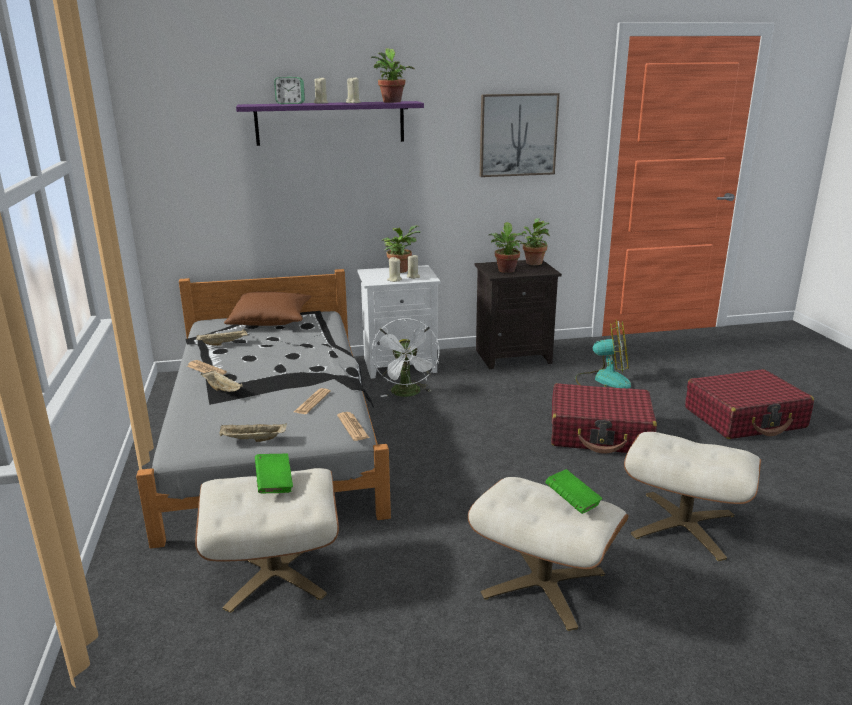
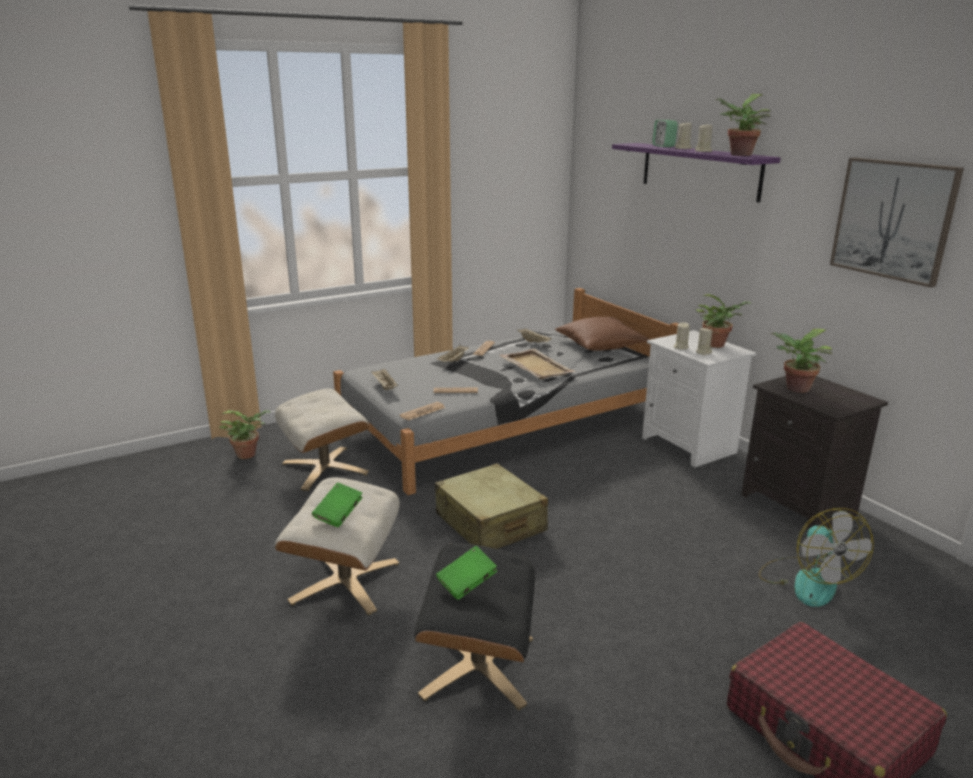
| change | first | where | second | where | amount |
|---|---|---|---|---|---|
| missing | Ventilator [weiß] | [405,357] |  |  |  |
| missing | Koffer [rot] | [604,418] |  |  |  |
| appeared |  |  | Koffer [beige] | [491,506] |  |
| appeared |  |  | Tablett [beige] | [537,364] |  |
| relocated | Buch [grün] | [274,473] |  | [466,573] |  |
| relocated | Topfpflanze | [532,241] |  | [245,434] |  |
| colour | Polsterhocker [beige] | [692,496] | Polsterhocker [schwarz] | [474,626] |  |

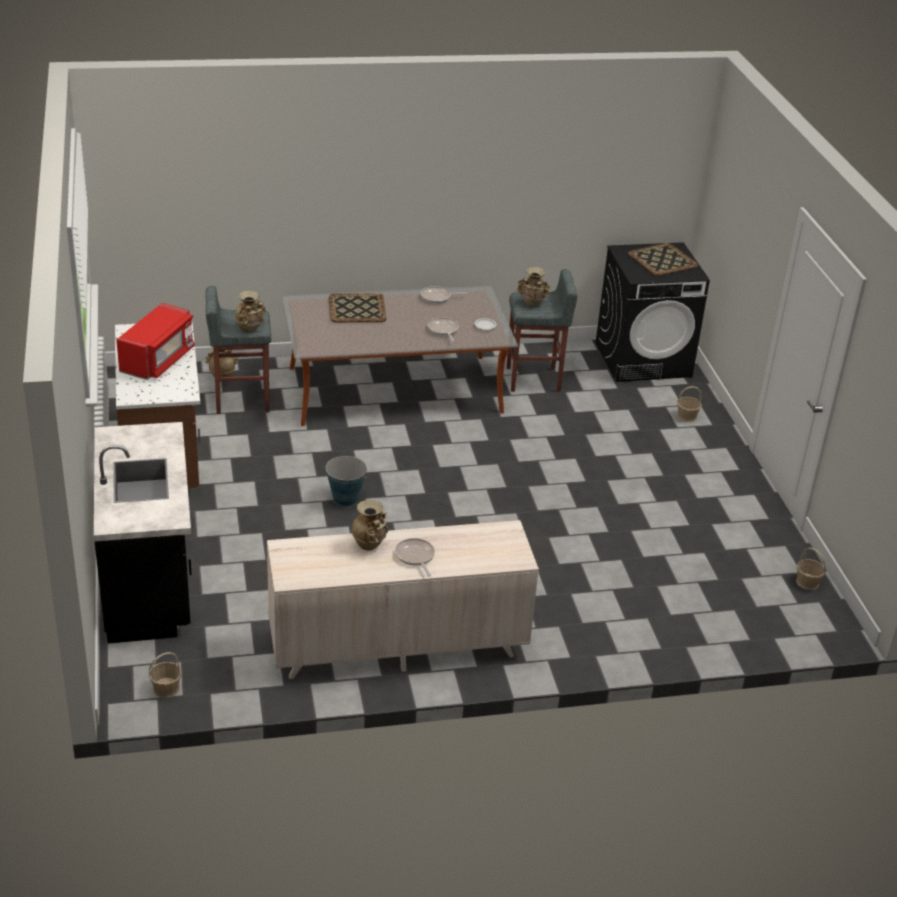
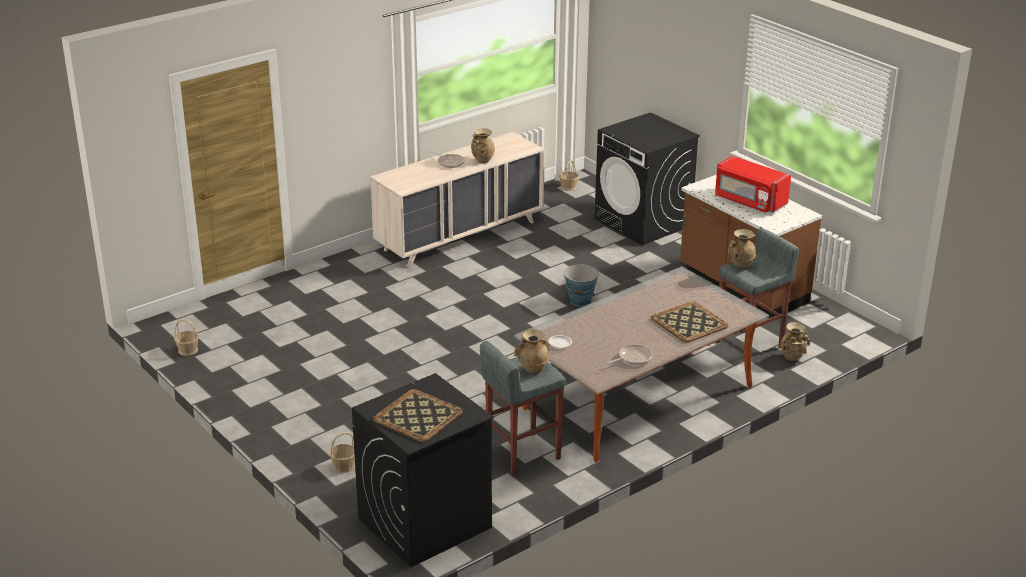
| change | first | where | second | where | amount |
|---|---|---|---|---|---|
| missing | Pfanne | [443,329] |  |  |  |
| exchanged | Küchenzeile [schwarz] | [143,533] | Waschmaschine [schwarz] | [647,178] |  |
| spun | Mikrowelle [rot] | [155,341] |  | [753,184] | 45 degrees counterclockwise |

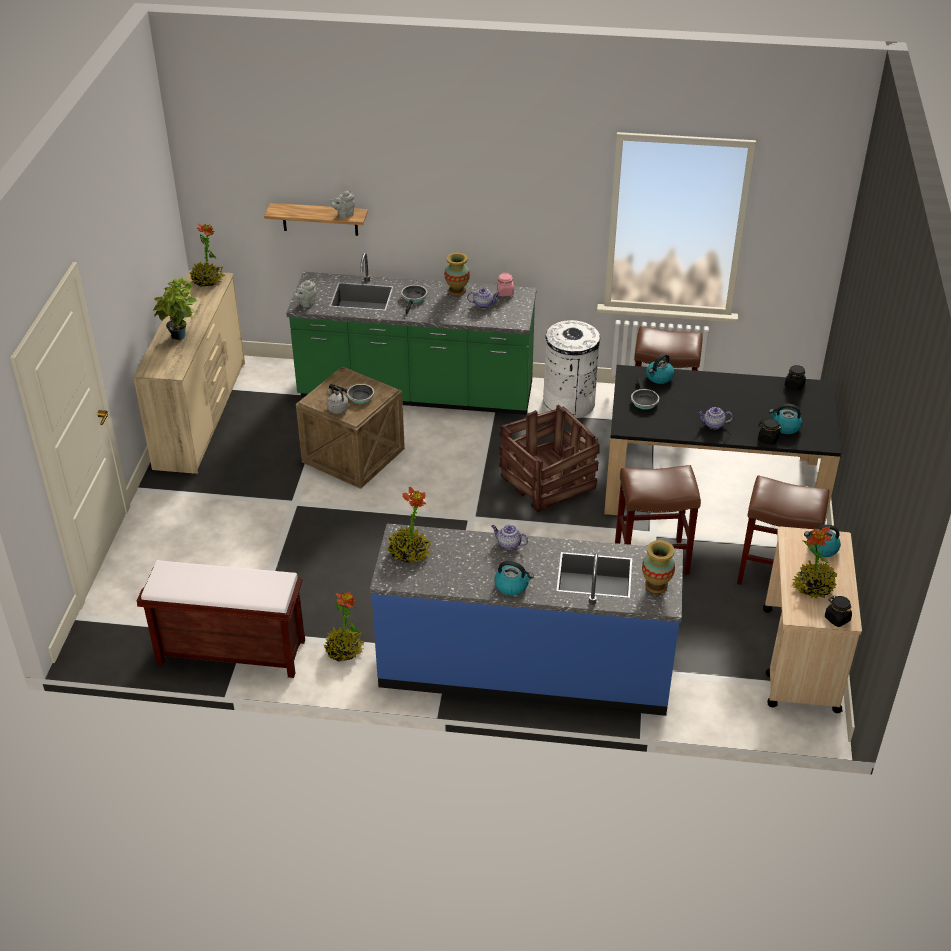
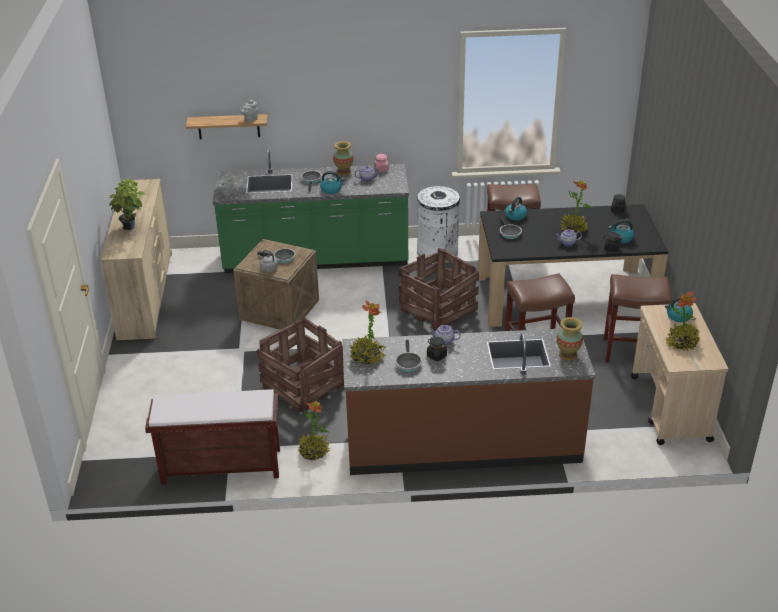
| change | first | where | second | where | amount |
|---|---|---|---|---|---|
| appeared |  |  | Kiste | [300,365] |  |
| appeared |  |  | Pfanne | [408,356] |  |
| relocated | Topfpflanze | [207,255] |  | [576,207] |  |
| relocated | Wasserkessel | [514,578] |  | [332,182] |  |
| relocated | Vorratsglas [schwarz] | [838,611] |  | [437,349] |  |
| colour | Küchenzeile [blau] | [526,620] | Küchenzeile [braun] | [468,401] |  |

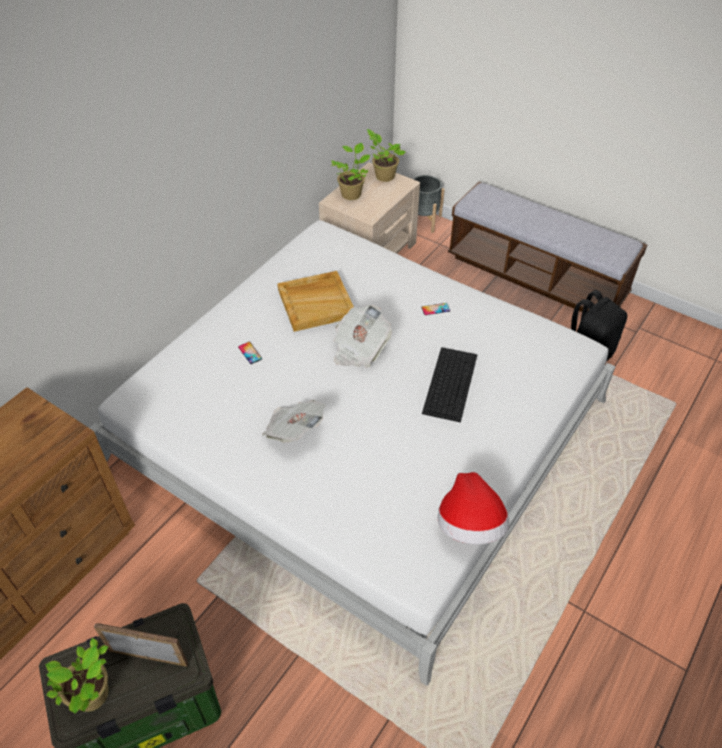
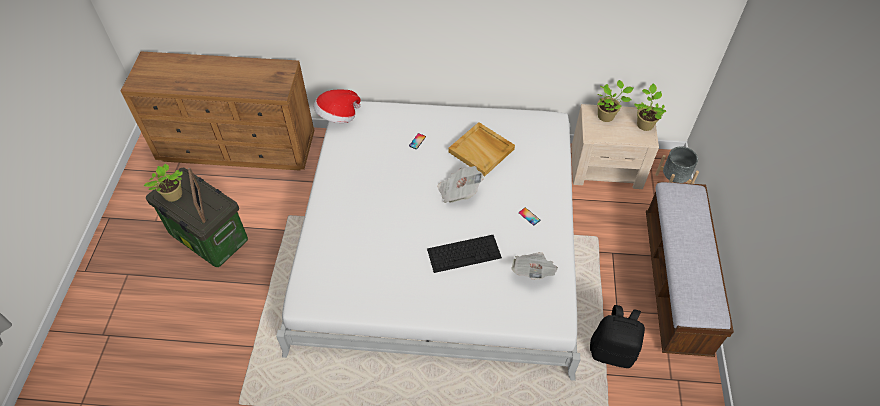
| change | first | where | second | where | amount |
|---|---|---|---|---|---|
| relocated | Zeitung | [294,421] |  | [534,266] |  |
| relocated | Hut | [473,508] |  | [337,106] |  |

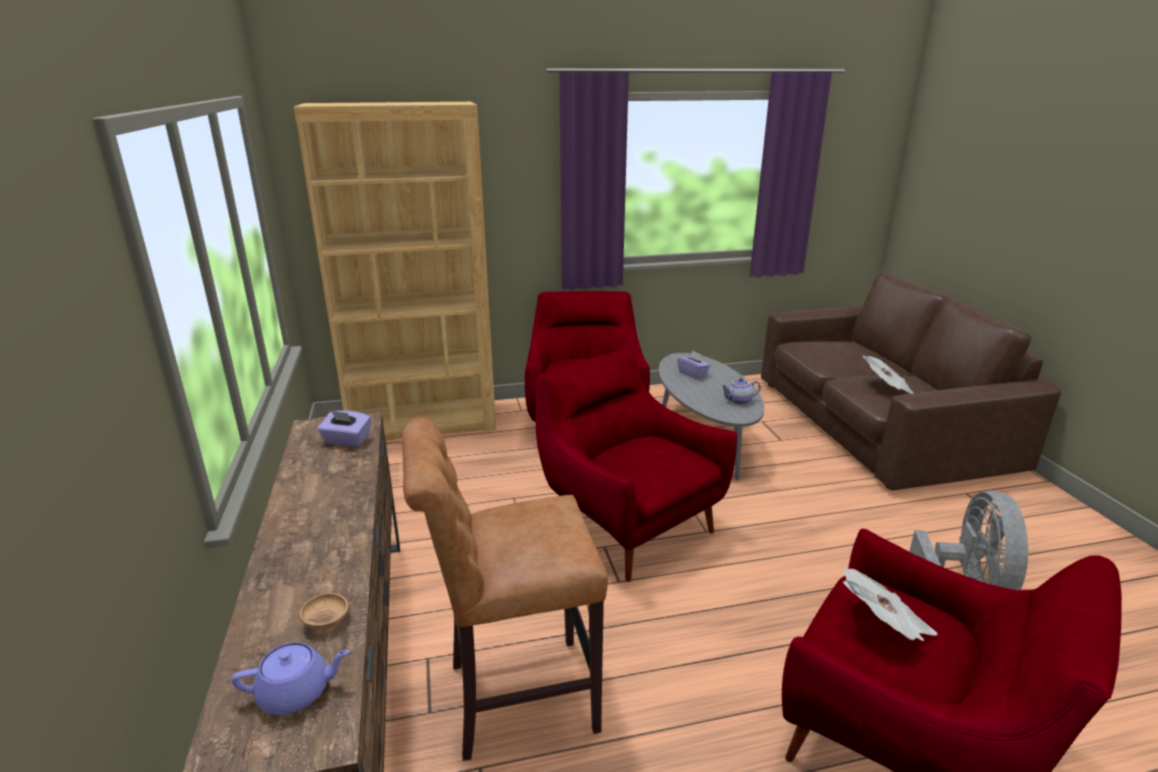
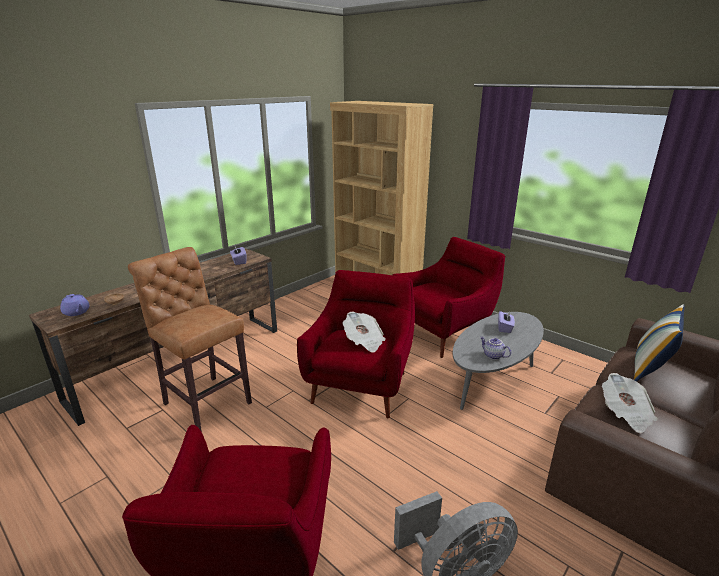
| change | first | where | second | where | amount |
|---|---|---|---|---|---|
| appeared |  |  | Kissen | [659,343] |  |
| relocated | Zeitung | [890,605] |  | [364,332] |  |

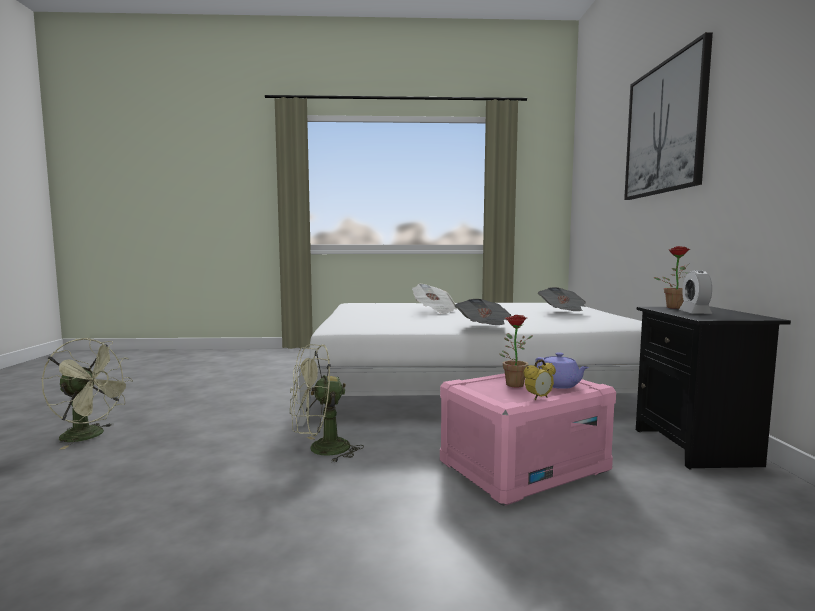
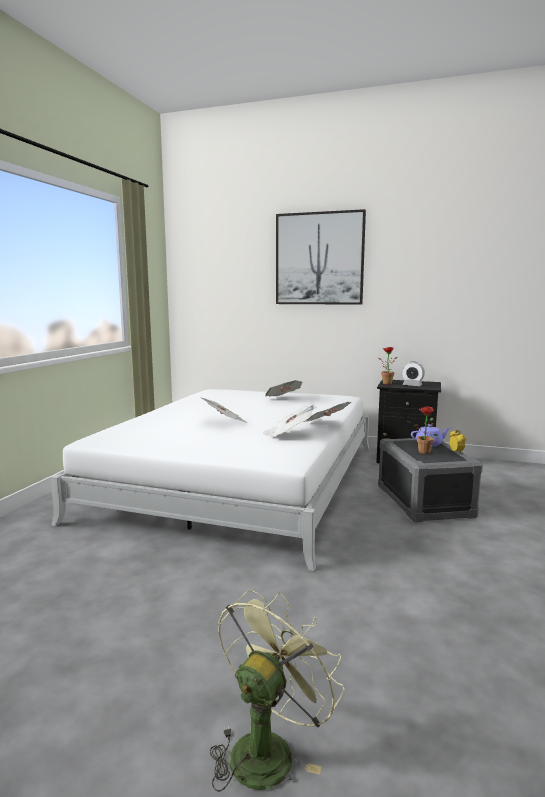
| change | first | where | second | where | amount |
|---|---|---|---|---|---|
| missing | Ventilator [grün] | [327,403] |  |  |  |
| appeared |  |  | Zeitung | [289,421] |  |
| colour | Aufbewahrungsbox [rosa] | [528,439] | Aufbewahrungsbox [grau] | [430,480] |  |

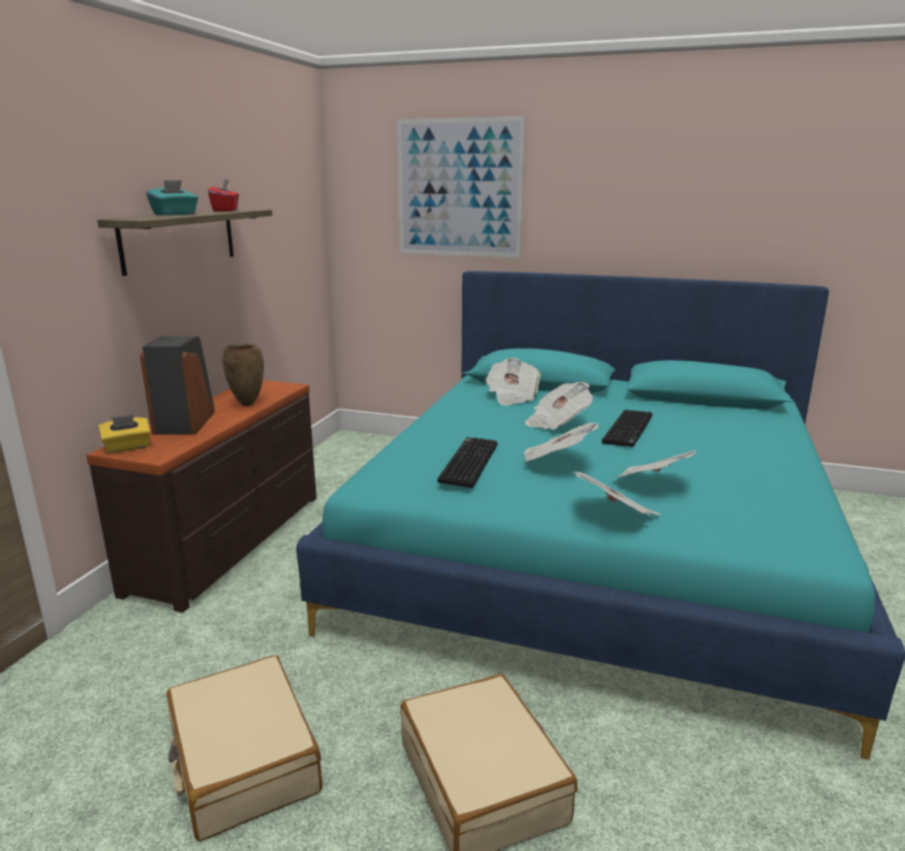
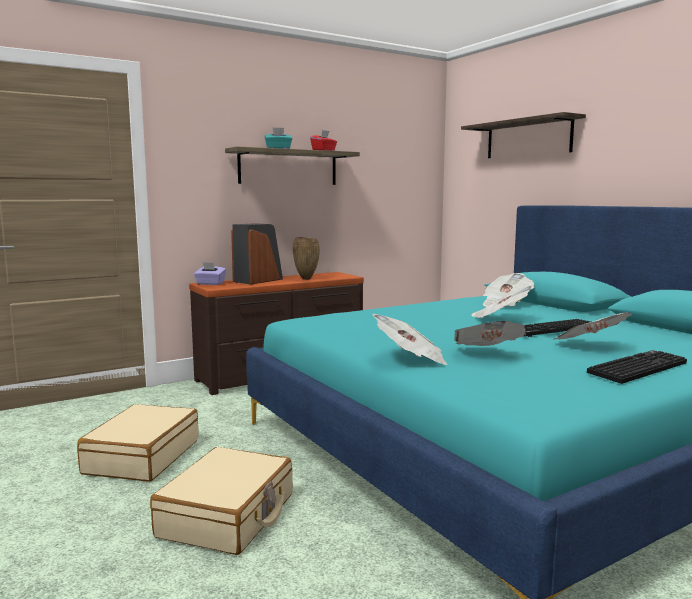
| change | first | where | second | where | amount |
|---|---|---|---|---|---|
| relocated | Tastatur | [468,462] |  | [637,367] |  |
| relocated | Zeitung | [561,442] |  | [593,326] |  |
| exchanged | Bild | [461,187] | Wandregal | [523,135] |  |
| colour | Taschentuchbox [gelb] | [124,434] | Taschentuchbox [lila] | [210,273] |  |

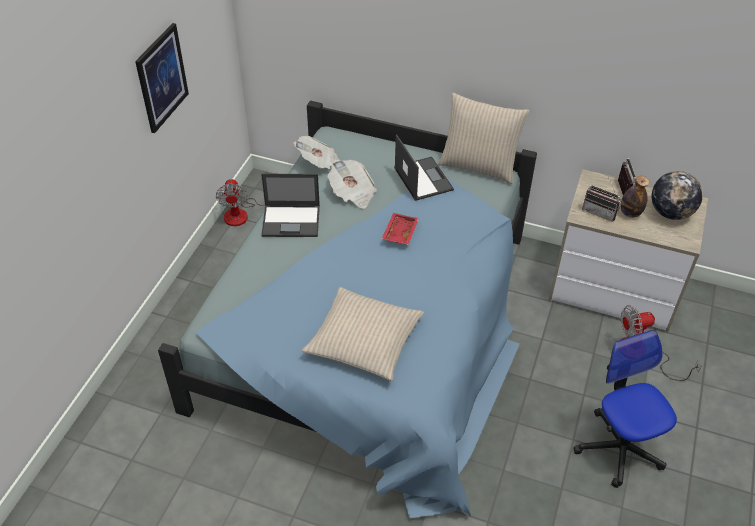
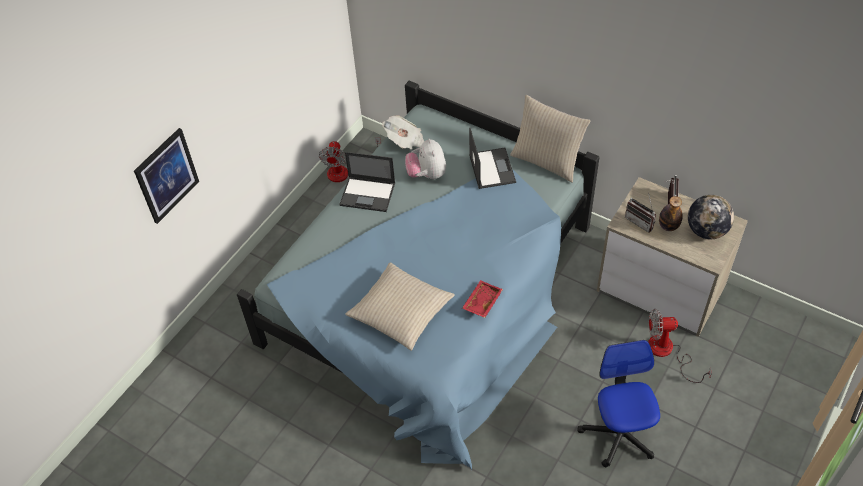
| change | first | where | second | where | amount |
|---|---|---|---|---|---|
| relocated | Bild | [162,78] |  | [166,176] |  |
| relocated | Tablett [rot] | [400,229] |  | [482,299] |  |
| exchanged | Zeitung | [352,184] | Plüschtier | [425,159] |  |

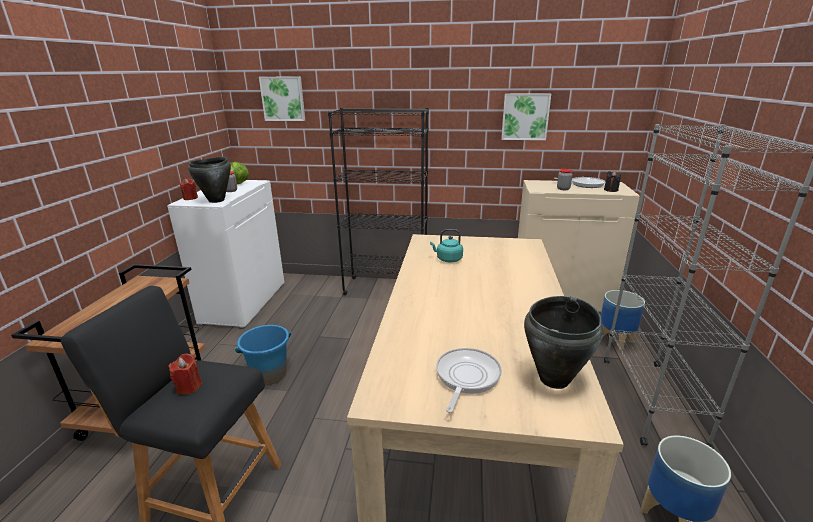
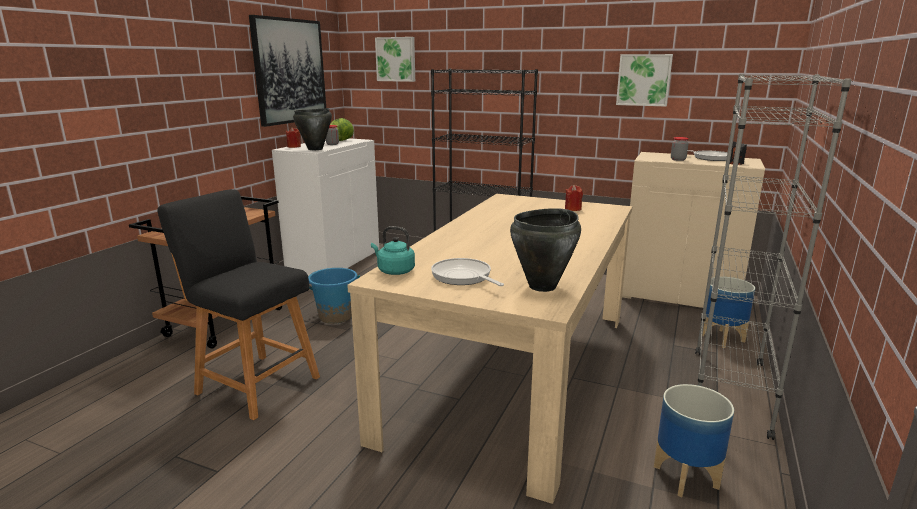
| change | first | where | second | where | amount |
|---|---|---|---|---|---|
| appeared |  |  | Bild | [287,71] |  |
| relocated | Kerze [rot] | [185,374] |  | [574,198] |  |
| relocated | Wasserkessel [türkis] | [446,245] |  | [393,250] |  |
| spun | Pfanne | [469,380] |  | [467,272] | 75 degrees counterclockwise |

